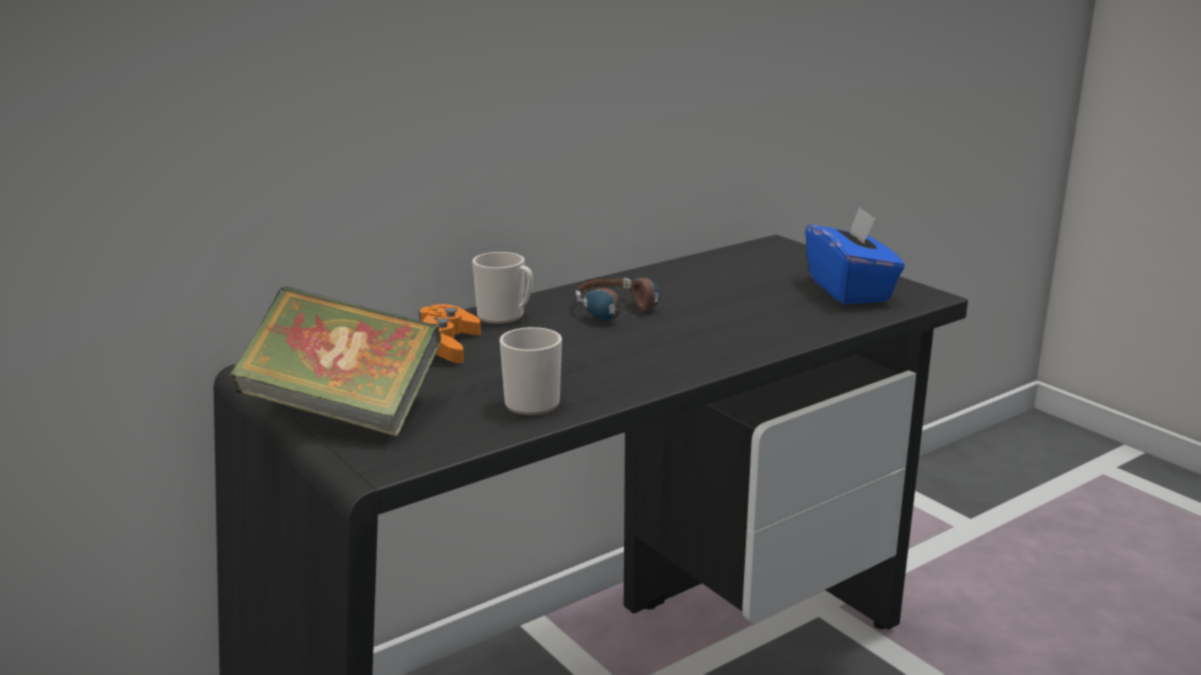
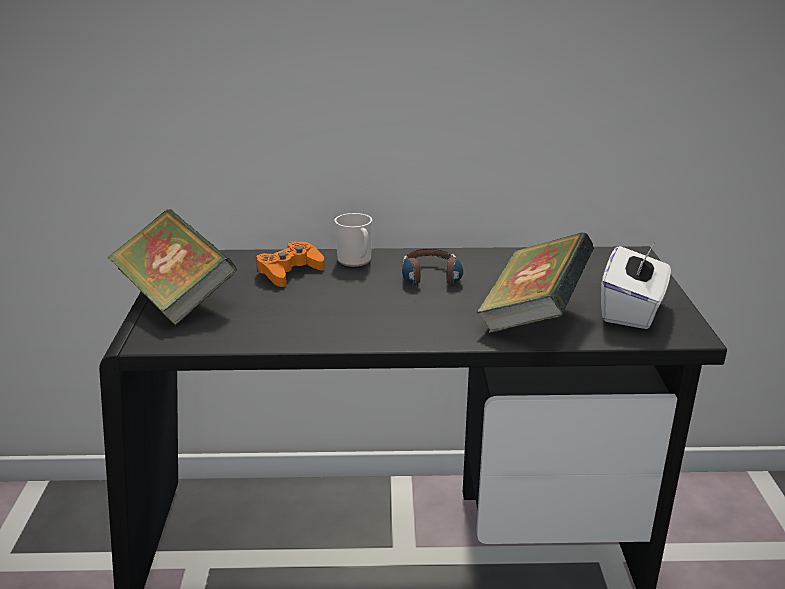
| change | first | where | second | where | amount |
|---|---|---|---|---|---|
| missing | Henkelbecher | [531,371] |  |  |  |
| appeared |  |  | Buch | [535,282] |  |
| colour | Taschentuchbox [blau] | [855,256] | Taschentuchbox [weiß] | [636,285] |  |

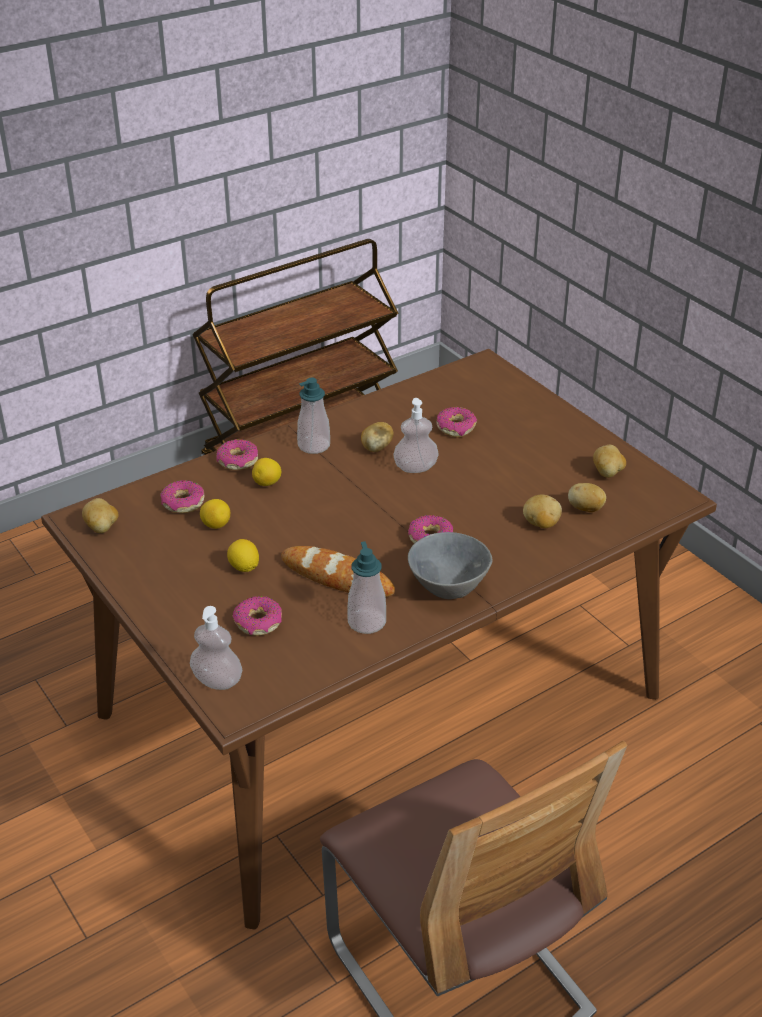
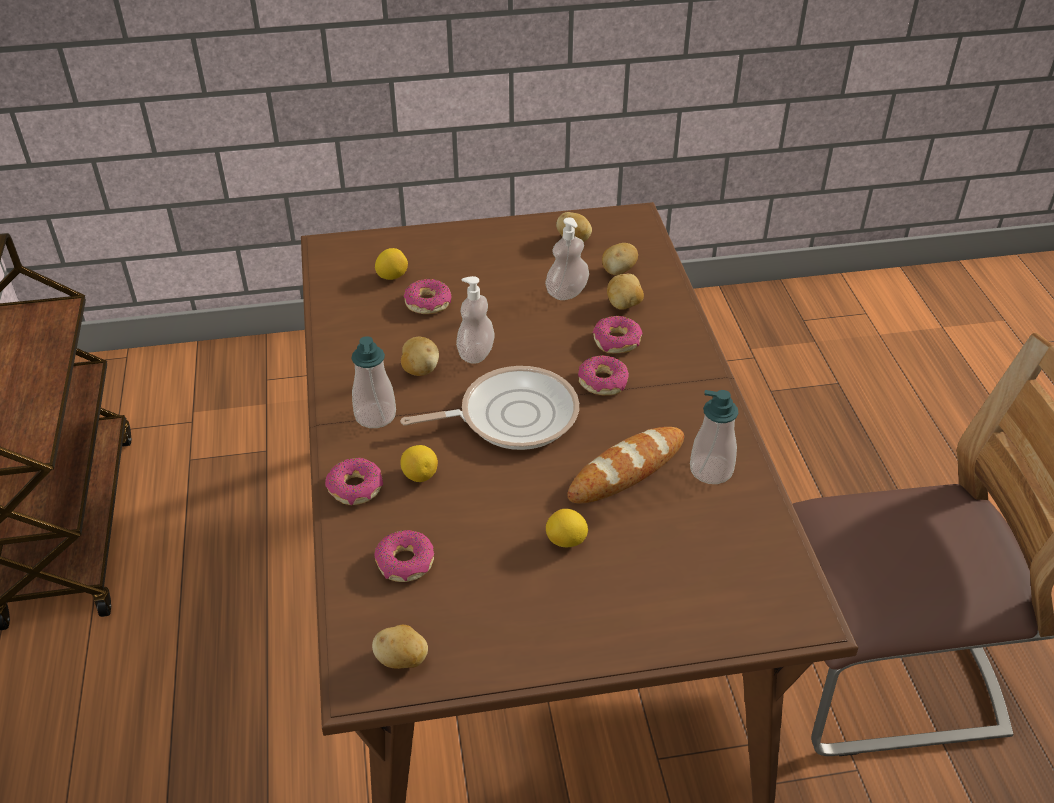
| change | first | where | second | where | amount |
|---|---|---|---|---|---|
| missing | Schüssel [grau] | [450,565] |  |  |  |
| appeared |  |  | Pfanne | [490,408] |  |
| relocated | Seifenspender | [216,648] |  | [567,258] |  |
| relocated | Zitrone | [215,514] |  | [391,264] |  |
| relocated | Donut | [257,616] |  | [617,334] |  |

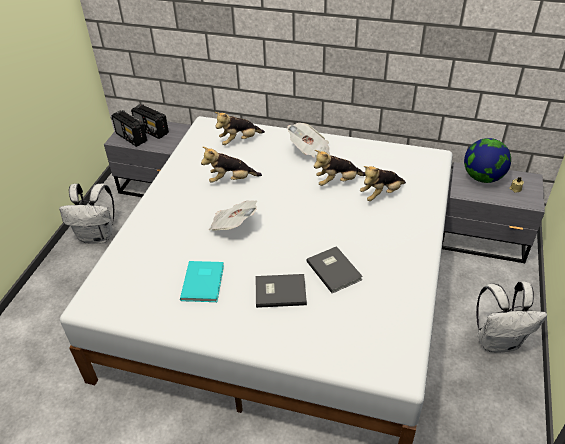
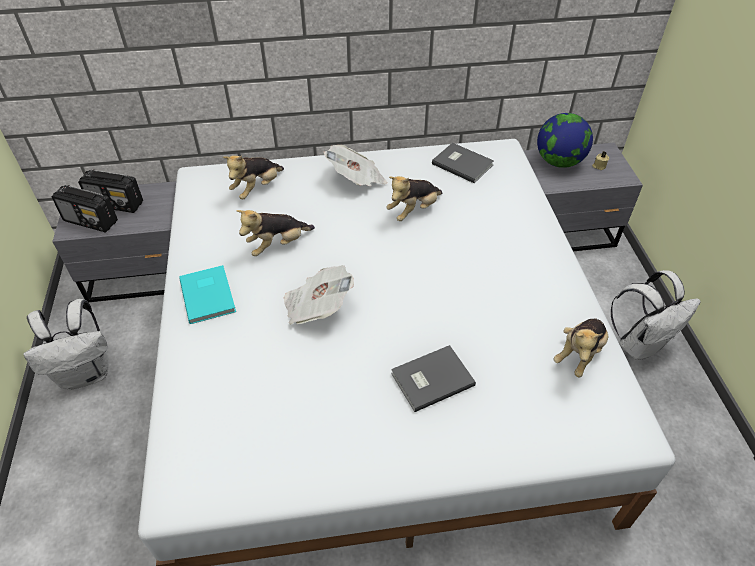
| change | first | where | second | where | amount |
|---|---|---|---|---|---|
| relocated | Buch [türkis] | [202,281] |  | [207,294] |  |
| relocated | Buch [grau] | [334,269] |  | [463,163] |  |
| relocated | Plüschtier | [383,183] |  | [581,347] |  |

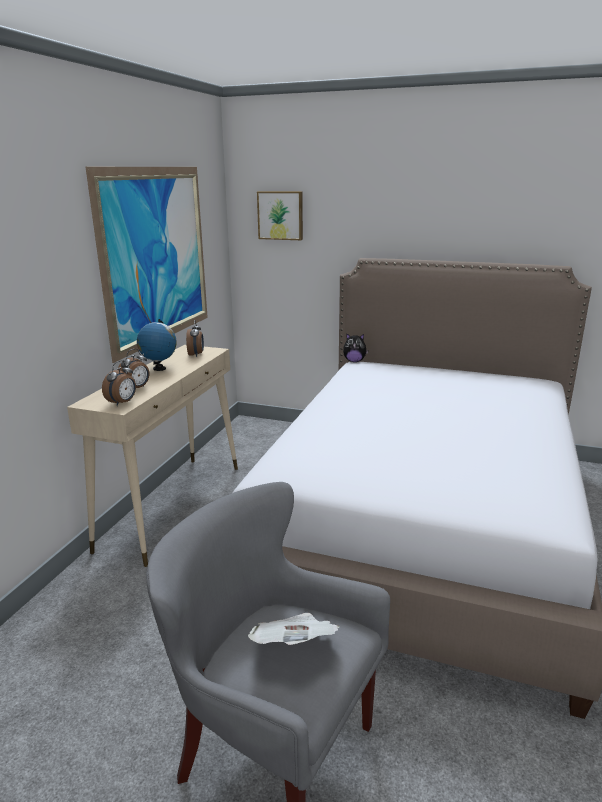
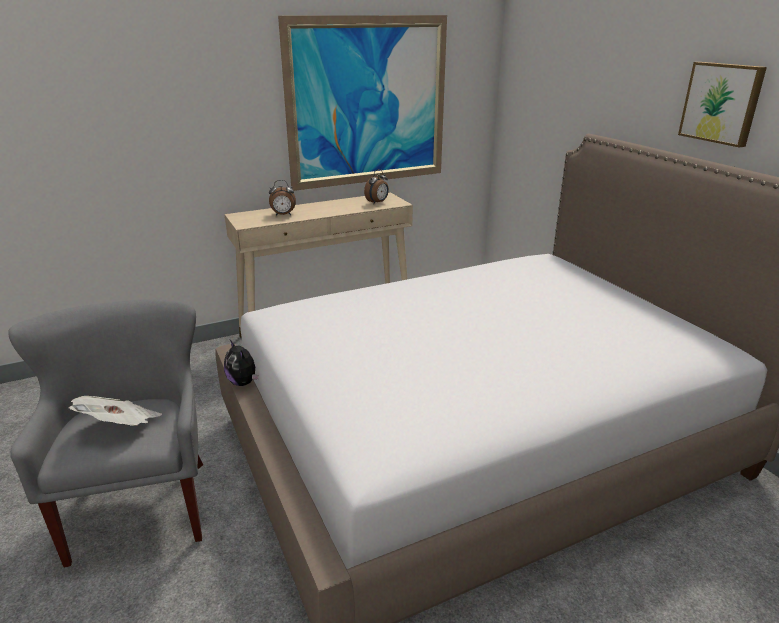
| change | first | where | second | where | amount |
|---|---|---|---|---|---|
| missing | Wecker | [119,383] |  |  |  |
| missing | Globus | [157,345] |  |  |  |
| relocated | Bild | [280,215] |  | [722,105] |  |
| relocated | Plüschtier | [355,347] |  | [241,363] |  |

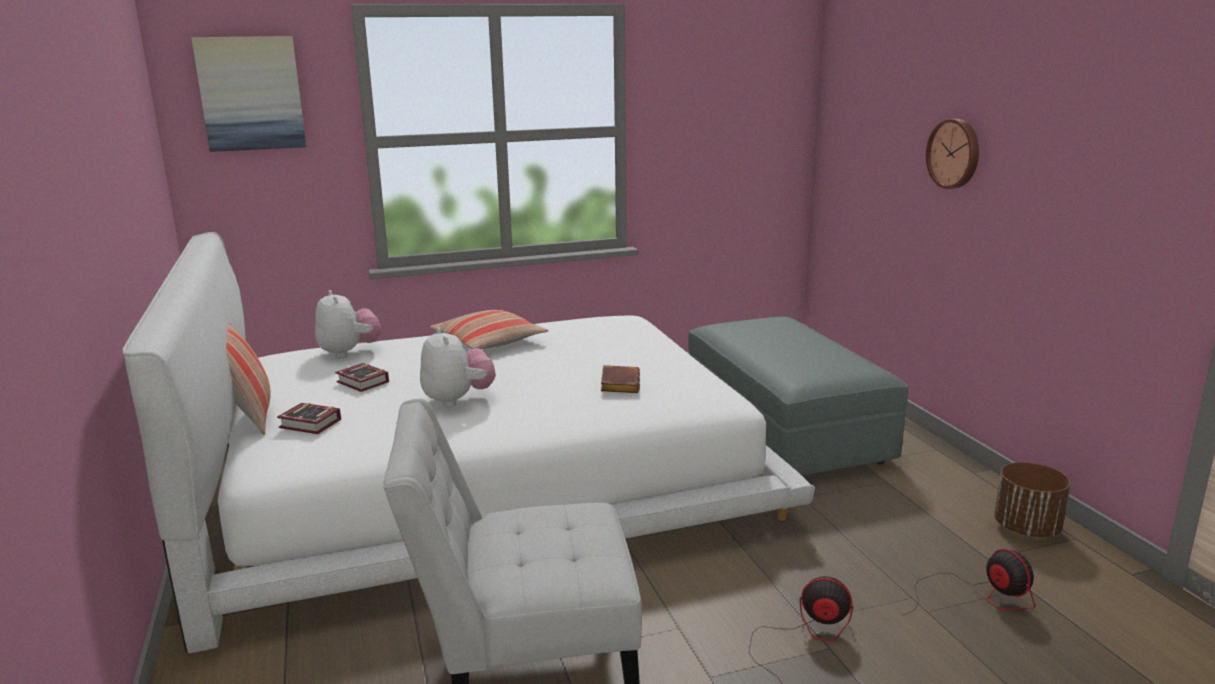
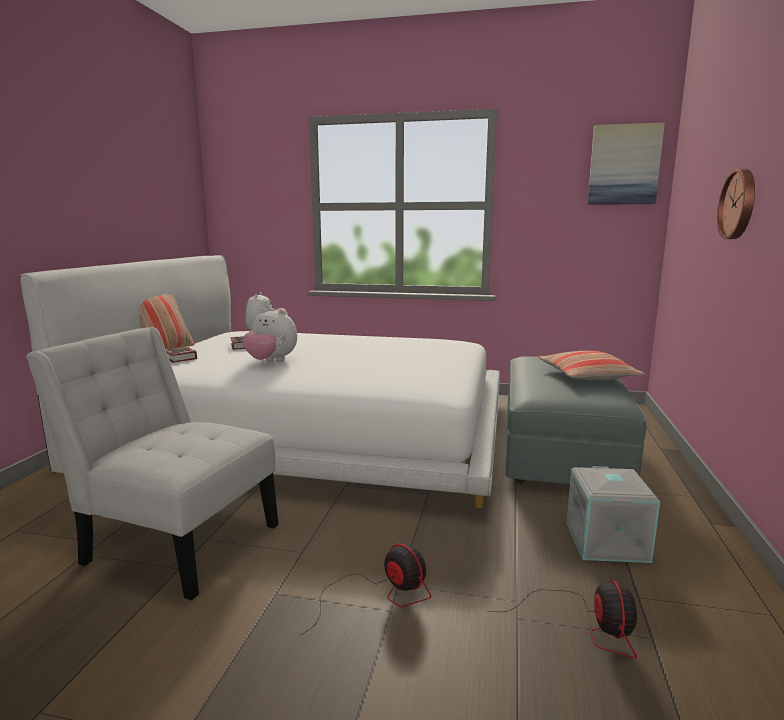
| change | first | where | second | where | amount |
|---|---|---|---|---|---|
| missing | Buch [braun] | [620,379] |  |  |  |
| missing | Pflanzkübel [braun] | [1032,499] |  |  |  |
| appeared |  |  | Aufbewahrungsbox [grau] | [613,514] |  |
| relocated | Bild | [248,94] |  | [626,164] |  |
| relocated | Kissen | [488,329] |  | [591,365] |  |
| spun | Plüschtier | [458,367] |  | [270,335] | 105 degrees clockwise |

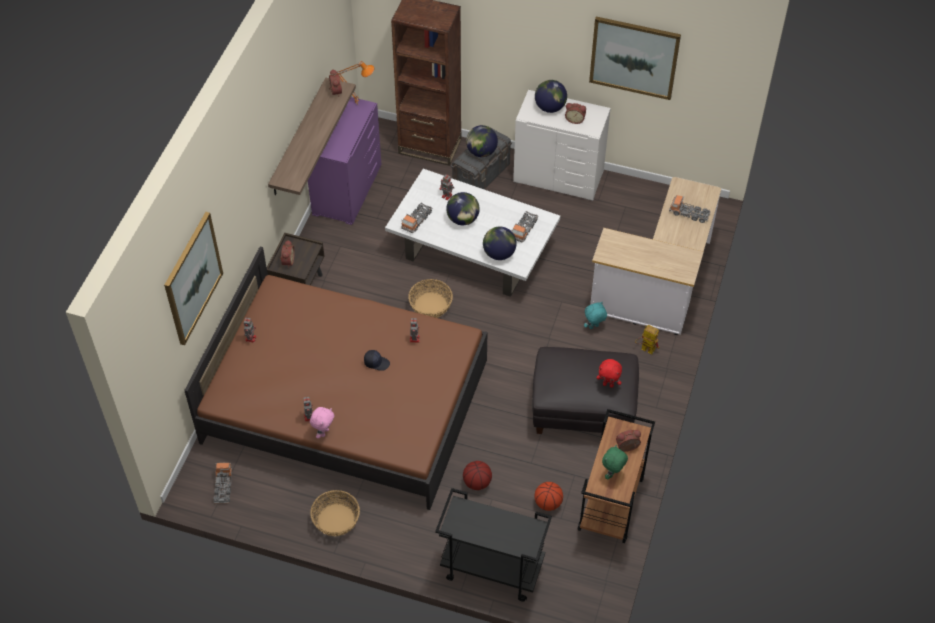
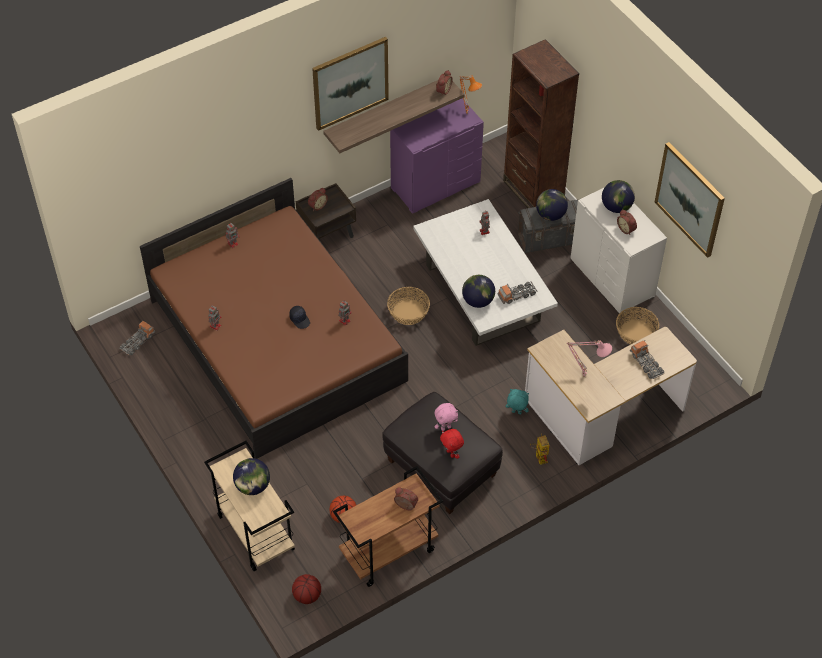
| change | first | where | second | where | amount |
|---|---|---|---|---|---|
| missing | Spielzeuglaster | [417,217] |  |  |  |
| missing | Plüschtier [grün] | [615,462] |  |  |  |
| appeared |  |  | Tischlampe [rosa] | [589,358] |  |
| relocated | Bild | [193,278] |  | [350,84] |  |
| relocated | Plüschtier [rosa] | [322,423] |  | [446,417] |  |
| relocated | Korb | [335,513] |  | [637,326] |  |
| relocated | Globus | [463,208] |  | [251,476] |  |
| relocated | Basketball | [477,475] |  | [306,589] |  |
| colour | Rollwagen [schwarz] | [493,545] | Rollwagen [beige] | [249,506] |  |

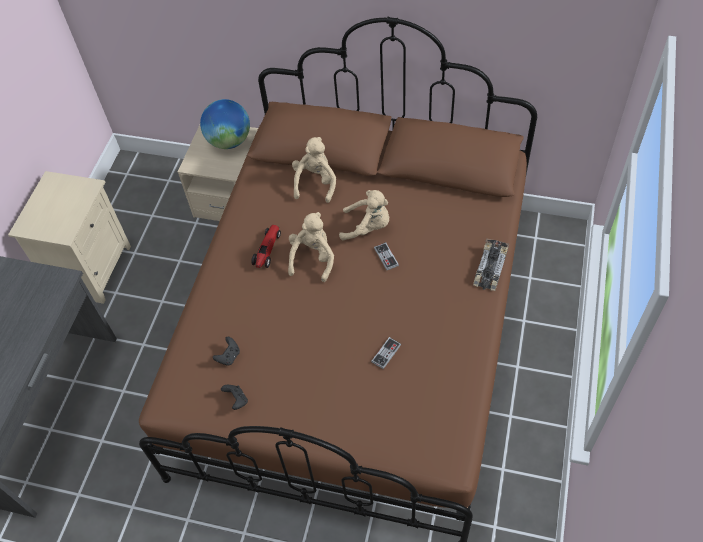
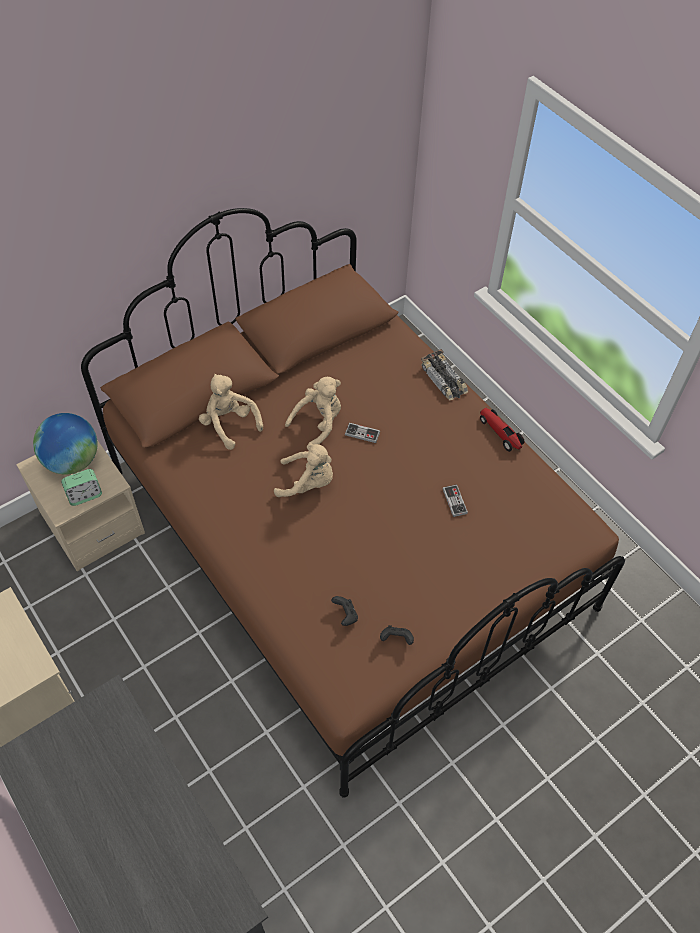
| change | first | where | second | where | amount |
|---|---|---|---|---|---|
| appeared |  |  | Wecker | [81,487] |  |
| relocated | Spielzeugauto | [266,246] |  | [502,430] |  |
| spun | Plüschtier [beige] | [311,247] |  | [303,470] | 135 degrees clockwise |

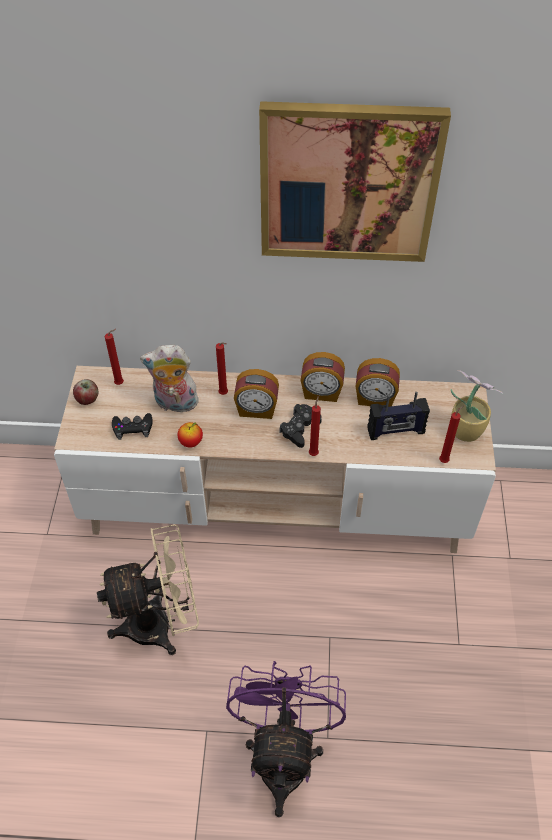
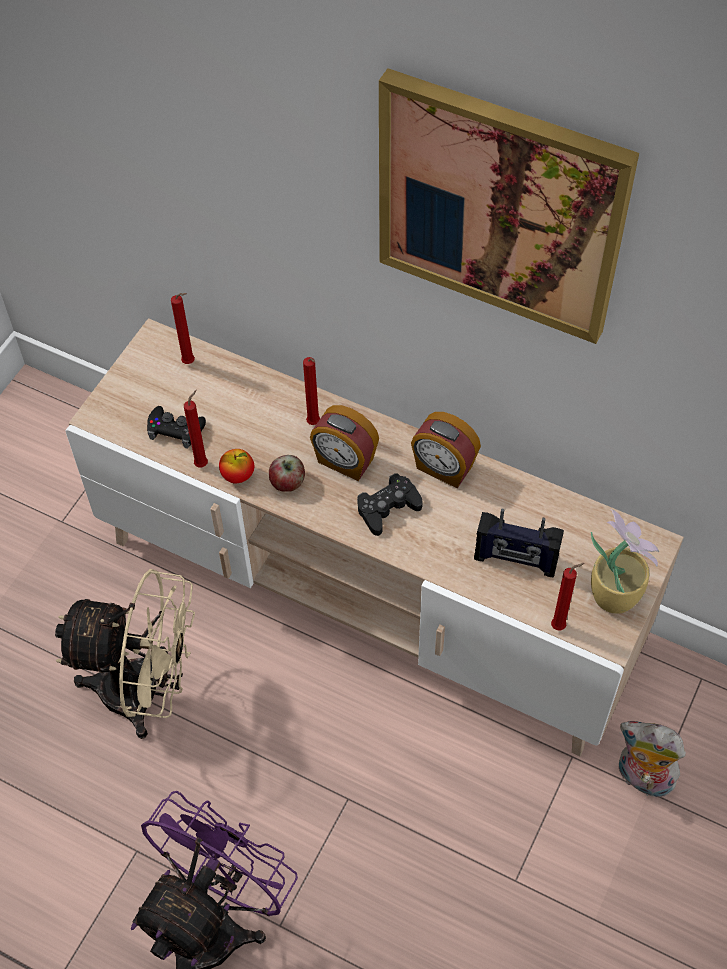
| change | first | where | second | where | amount |
|---|---|---|---|---|---|
| missing | Wecker | [377,382] |  |  |  |
| relocated | Apfel | [85,392] |  | [287,473] |  |
| relocated | Plüschtier | [170,380] |  | [652,759] |  |
| relocated | Kerze [rot] | [315,426] |  | [196,429] |  |

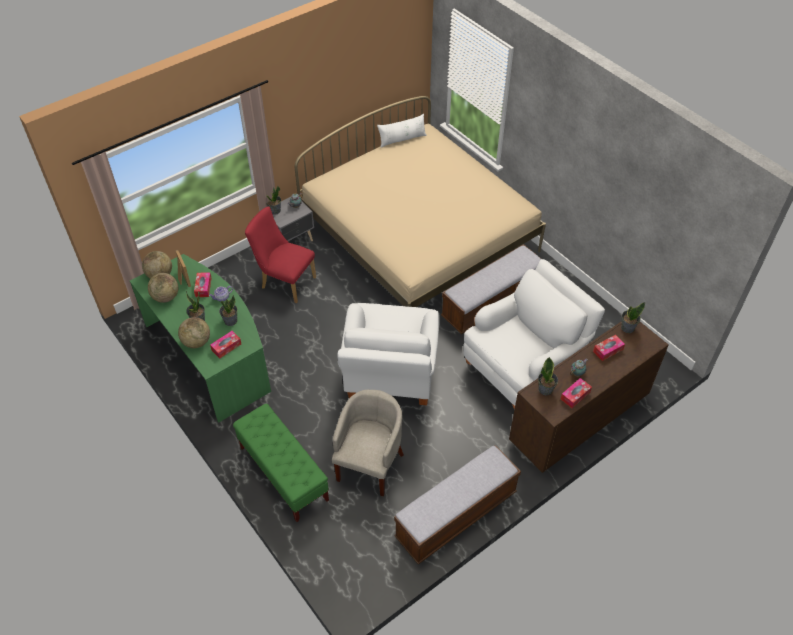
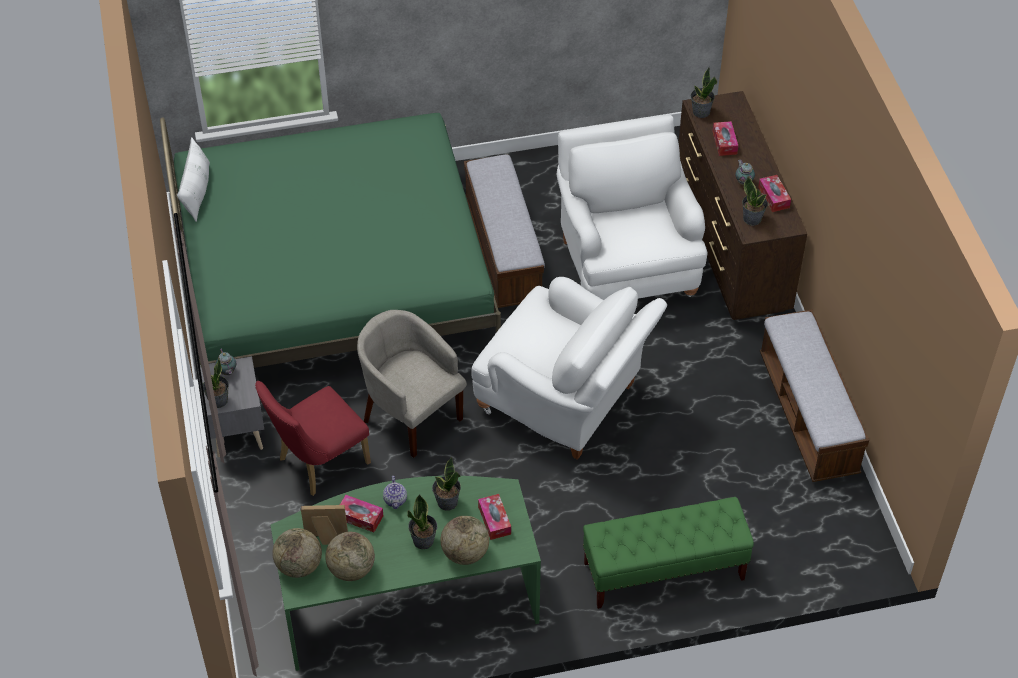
| change | first | where | second | where | amount |
|---|---|---|---|---|---|
| relocated | Sessel [beige] | [368,443] |  | [412,384] |  |
| colour | Bett [beige] | [420,201] | Bett [grün] | [330,240] |  |

